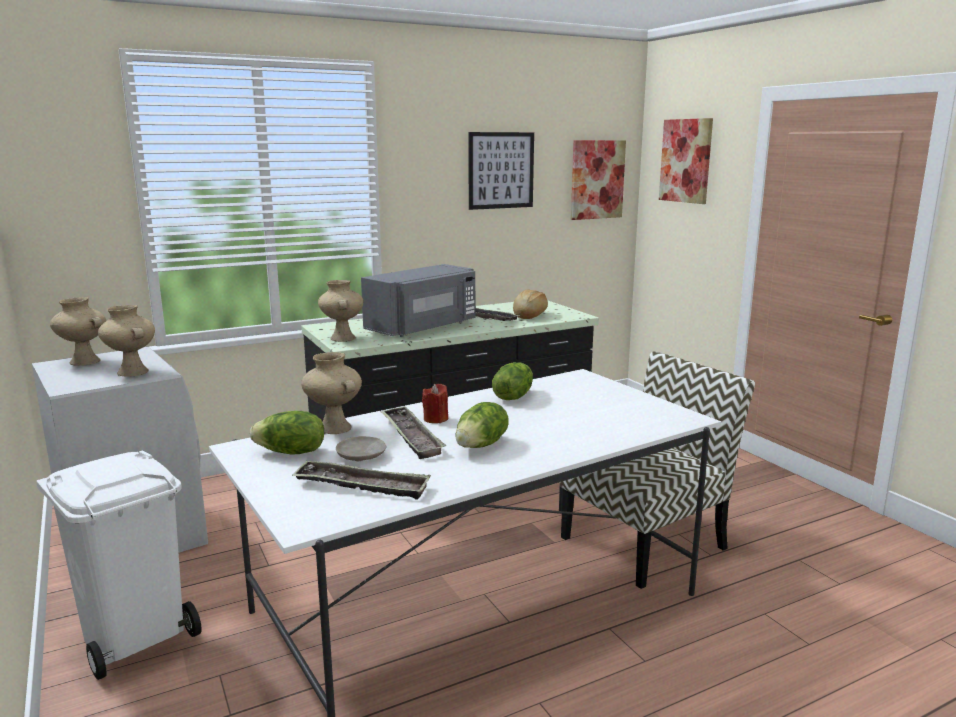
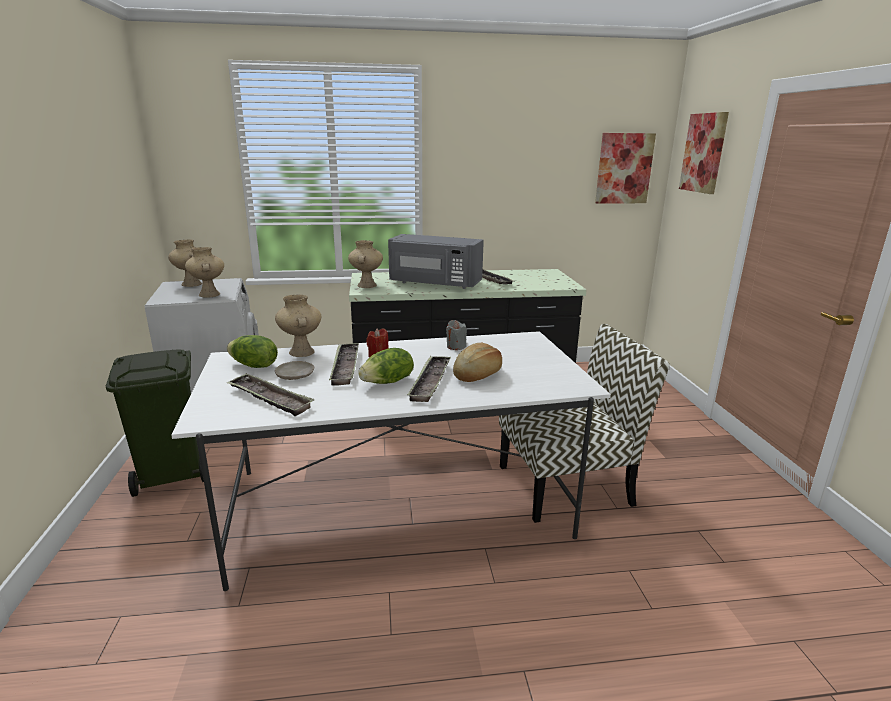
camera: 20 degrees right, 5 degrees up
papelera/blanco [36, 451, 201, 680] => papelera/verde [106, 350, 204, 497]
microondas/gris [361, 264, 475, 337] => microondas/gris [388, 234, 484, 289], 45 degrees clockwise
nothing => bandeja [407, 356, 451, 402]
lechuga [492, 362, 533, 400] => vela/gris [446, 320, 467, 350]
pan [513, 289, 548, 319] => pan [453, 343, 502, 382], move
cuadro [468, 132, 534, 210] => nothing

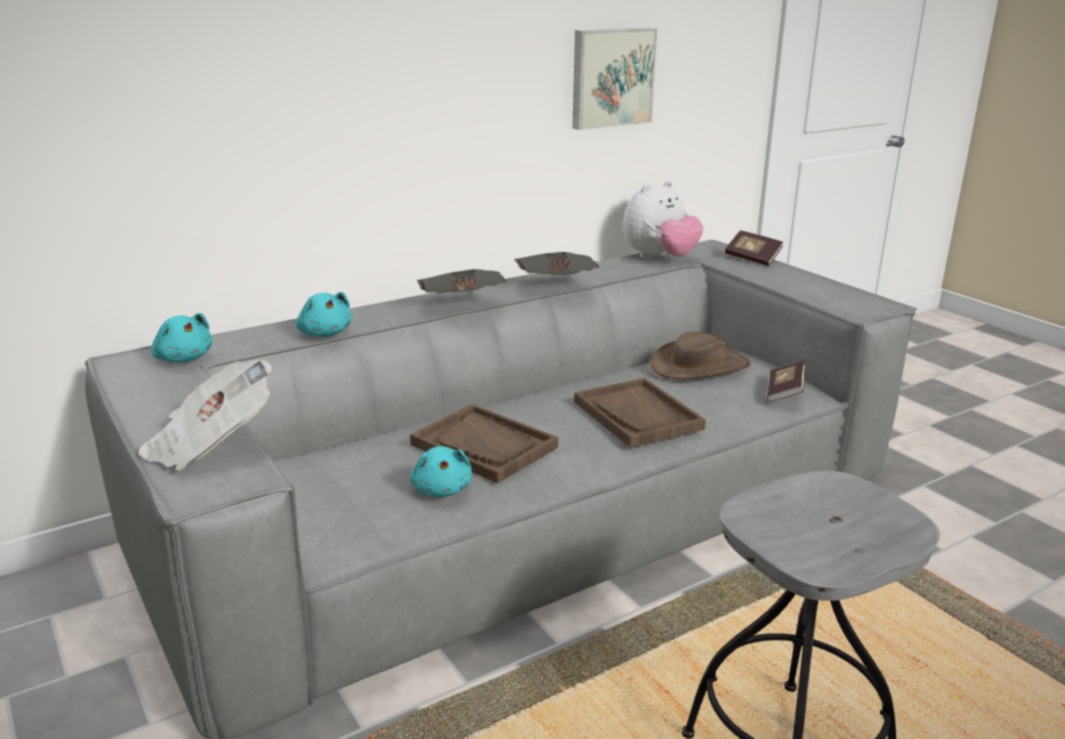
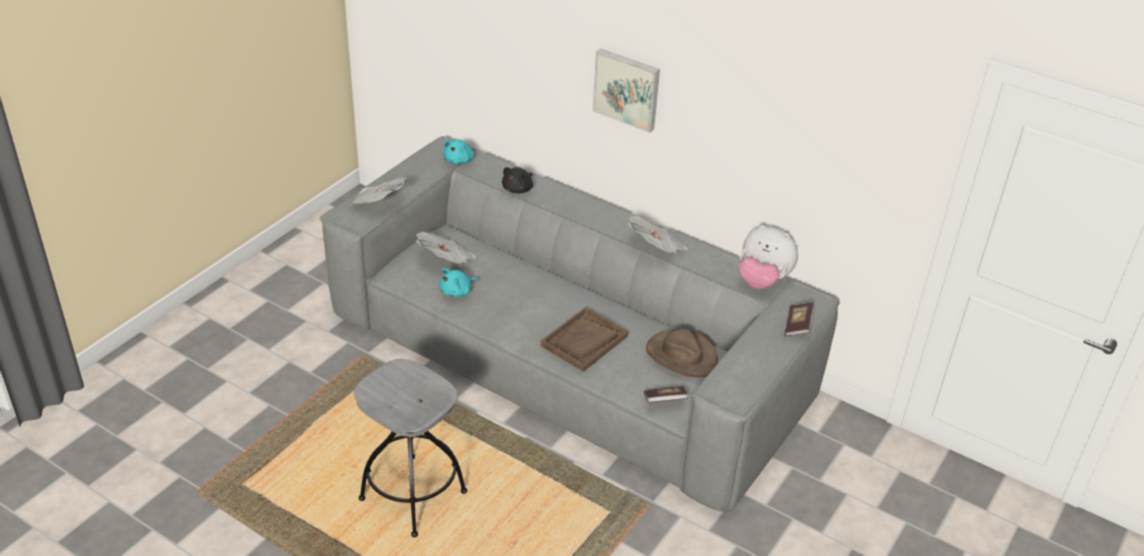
camera: 65 degrees right, 15 degrees up
periódico [416, 269, 506, 293] => periódico [416, 232, 477, 264], move
peluche/turquesa [296, 292, 352, 337] => peluche/negro [502, 167, 533, 193]
cuadro [572, 28, 657, 130] => cuadro [592, 48, 660, 133], move
bandeja/marrón [410, 404, 558, 484] => nothing

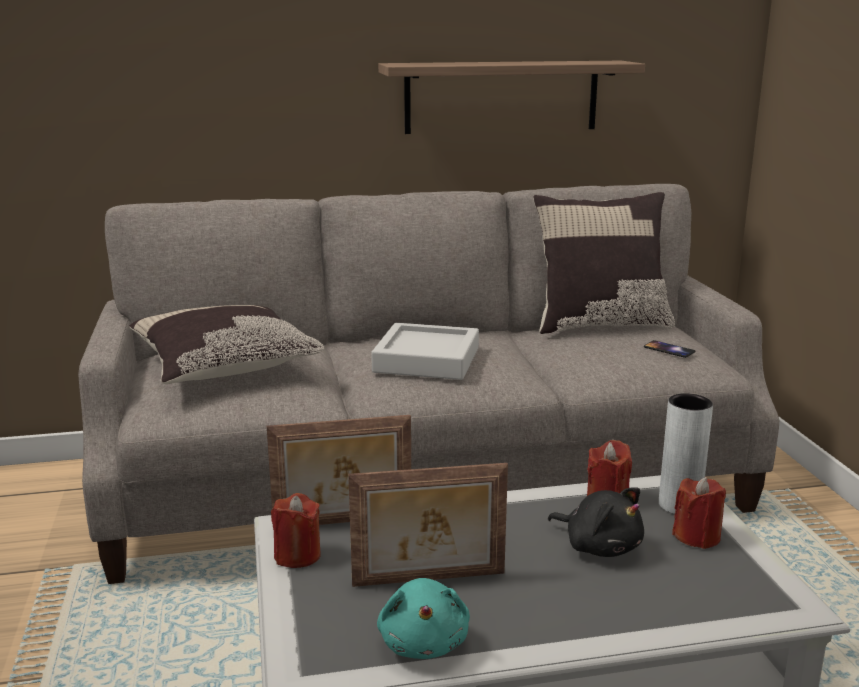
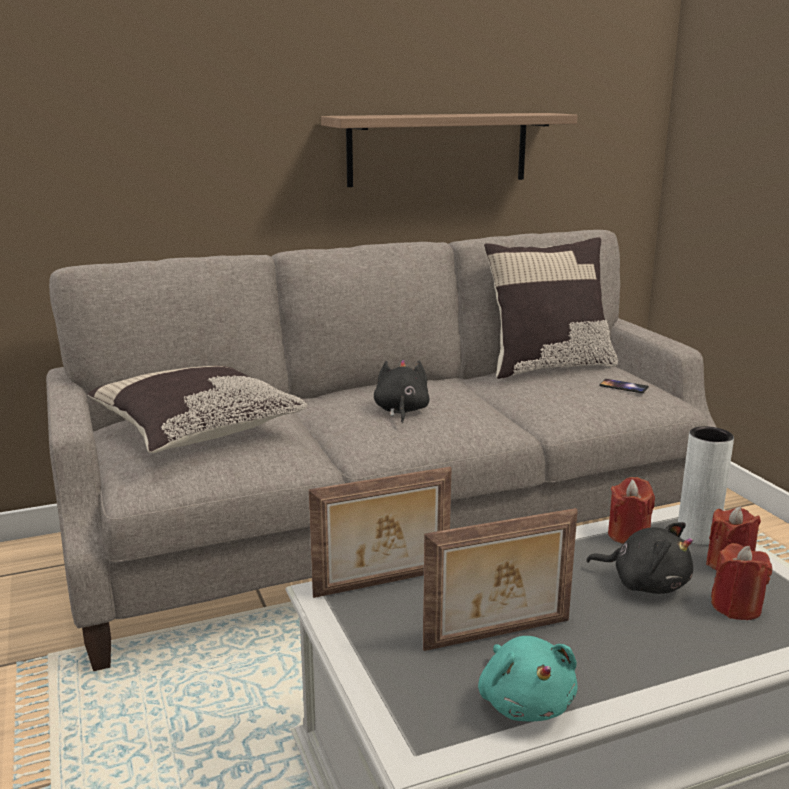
camera: 10 degrees left, 0 degrees up
bandeja/gris [371, 323, 479, 380] => peluche/negro [374, 360, 430, 423]
vela/rojo [271, 493, 321, 568] => vela/rojo [711, 543, 772, 620], move

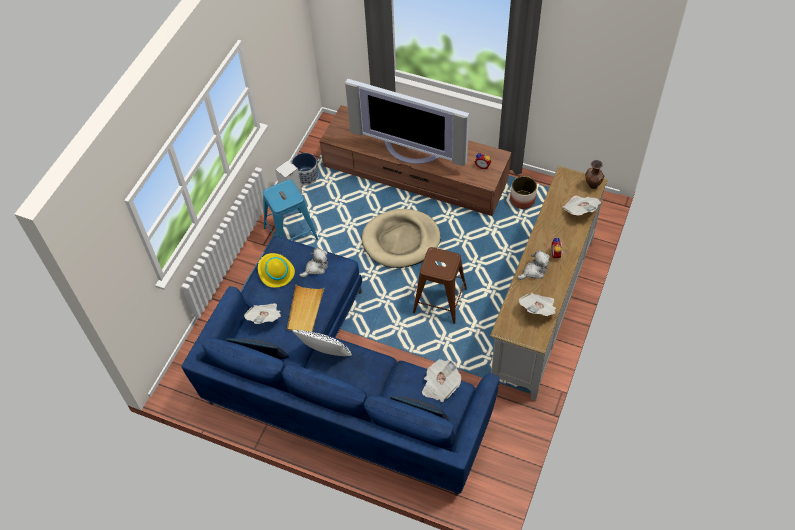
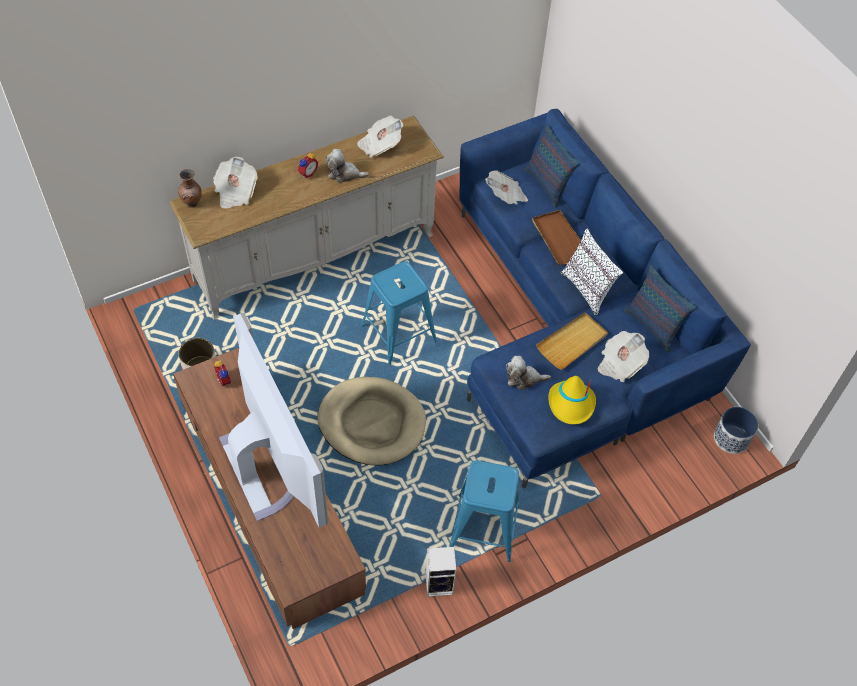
camera: 145 degrees left, 0 degrees up
taburete/marrón [413, 247, 467, 324] => taburete/azul [361, 261, 437, 365]
nothing => bandeja/marrón [532, 210, 581, 265]
maceta [292, 153, 319, 185] => maceta [714, 407, 758, 454], move

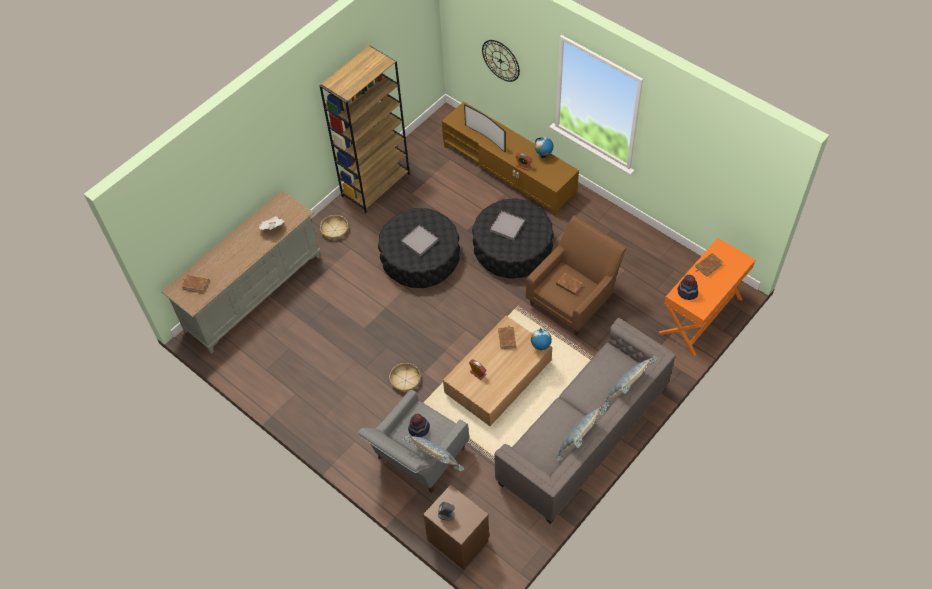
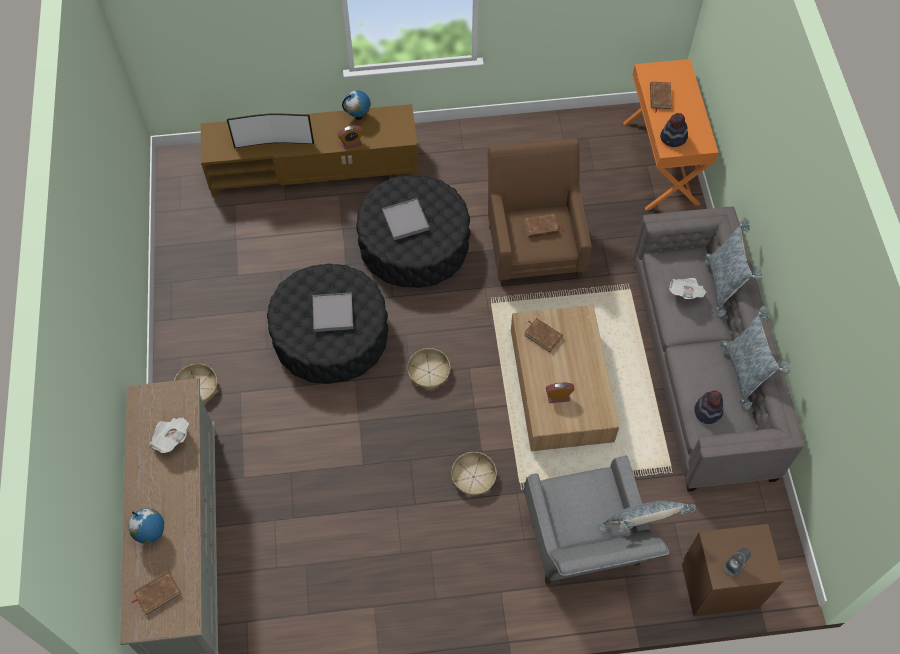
camera: 50 degrees left, 5 degrees up
globo terráqueo [531, 328, 552, 350] => globo terráqueo [129, 508, 164, 544], move
nothing => cesta [407, 348, 450, 390]
nothing => periódico [669, 278, 707, 299]
sombrero [408, 414, 430, 437] => sombrero [694, 391, 723, 424], move
estantería/marrón [320, 46, 410, 213] => nothing
reloj de pared [482, 40, 520, 82] => nothing

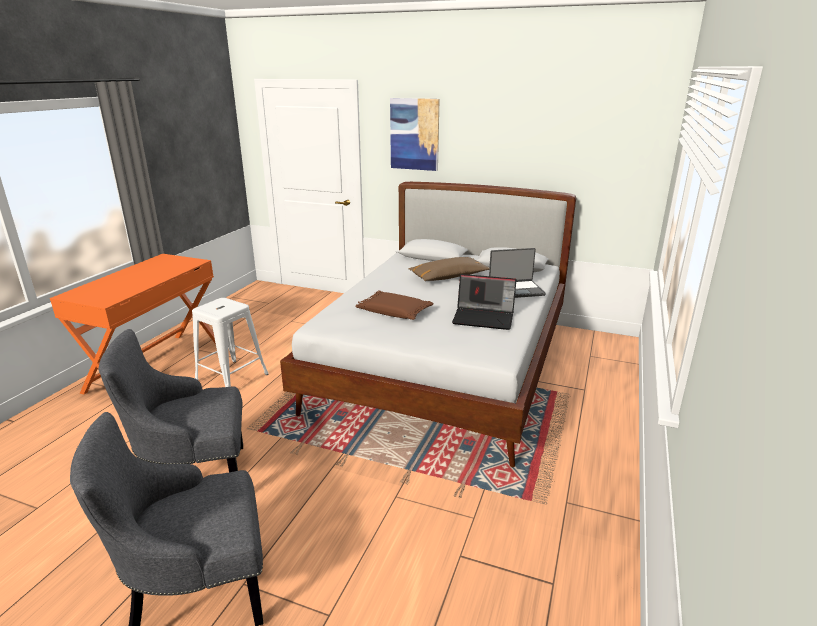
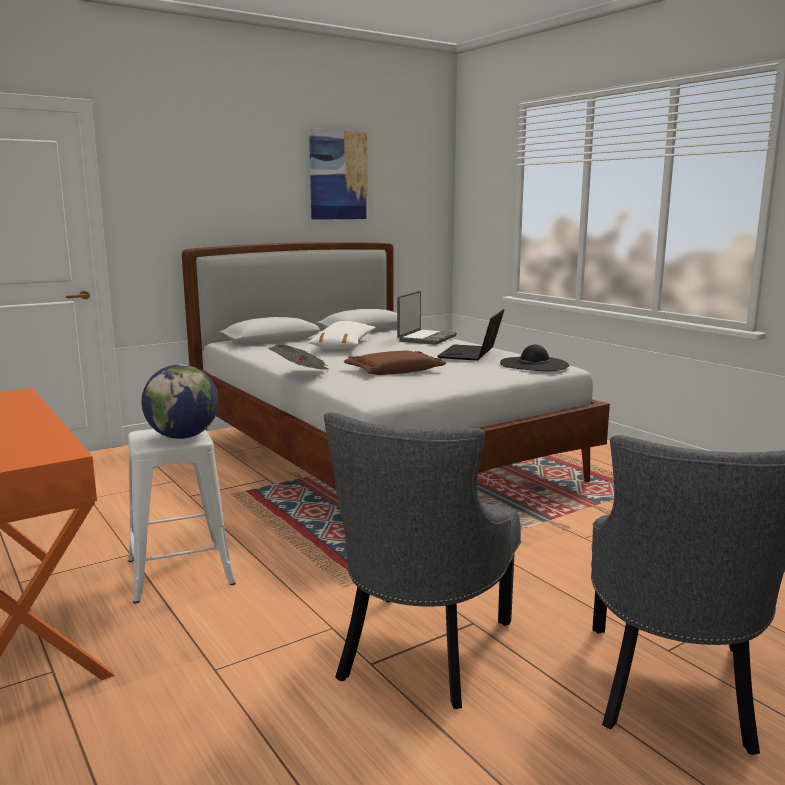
camera: 55 degrees left, 10 degrees down
nothing => globo terráqueo [141, 364, 219, 439]
nothing => periódico [268, 345, 329, 370]
cojín/marrón [409, 257, 489, 281] => cojín/blanco [308, 321, 376, 349]
cuadro [390, 98, 440, 171] => cuadro [309, 128, 368, 220], move
portátil [452, 274, 517, 330] => portátil [437, 309, 504, 361], 150 degrees clockwise
nothing => sombrero/negro [500, 345, 569, 371]

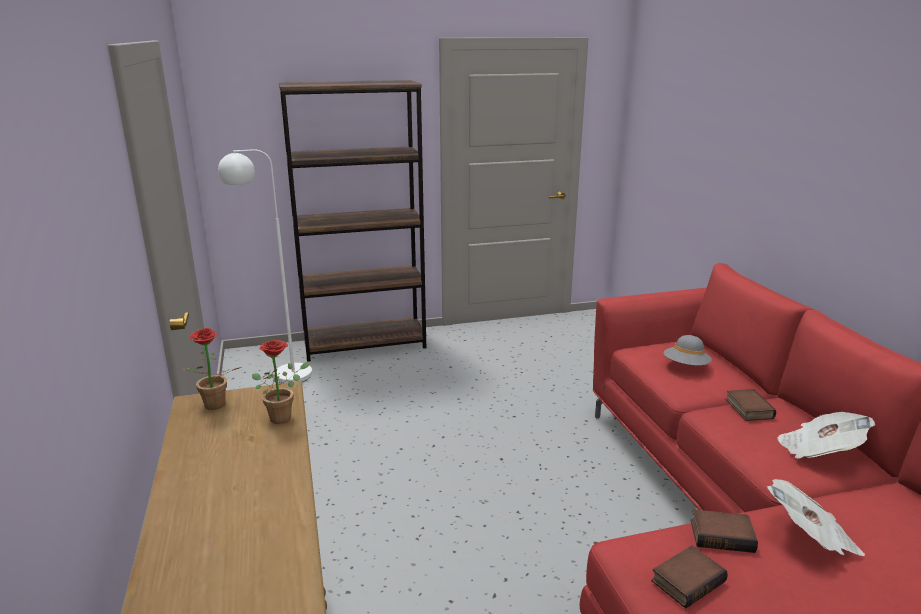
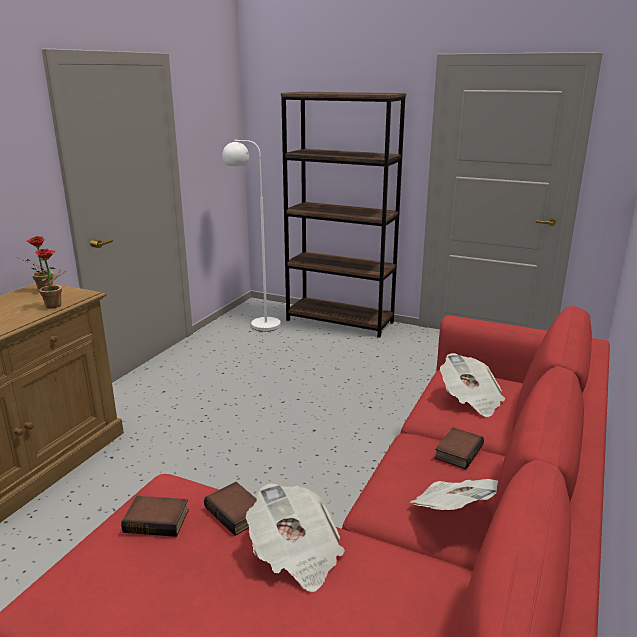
camera: 40 degrees right, 0 degrees up
sombrero/gris [664, 335, 712, 366] => periódico [440, 353, 505, 417]

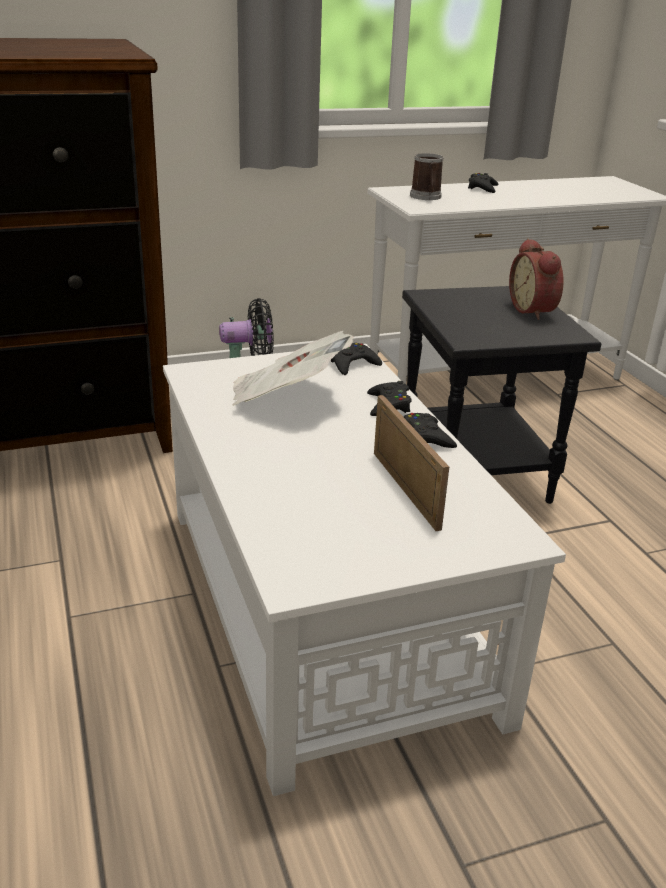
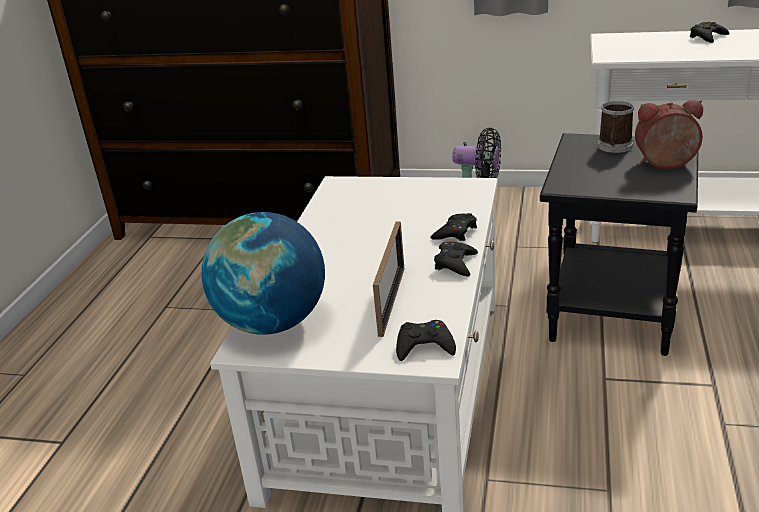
camera: 35 degrees right, 0 degrees up
nothing => globo terráqueo [201, 212, 325, 335]
mando de consola/negro [330, 343, 382, 375] => mando de consola/negro [396, 320, 456, 361], move
taza grande [410, 153, 443, 200] => taza grande [598, 101, 634, 153], move
despertador [509, 238, 564, 320] => despertador [635, 100, 703, 169], 75 degrees clockwise
periódico [232, 331, 353, 406] => nothing

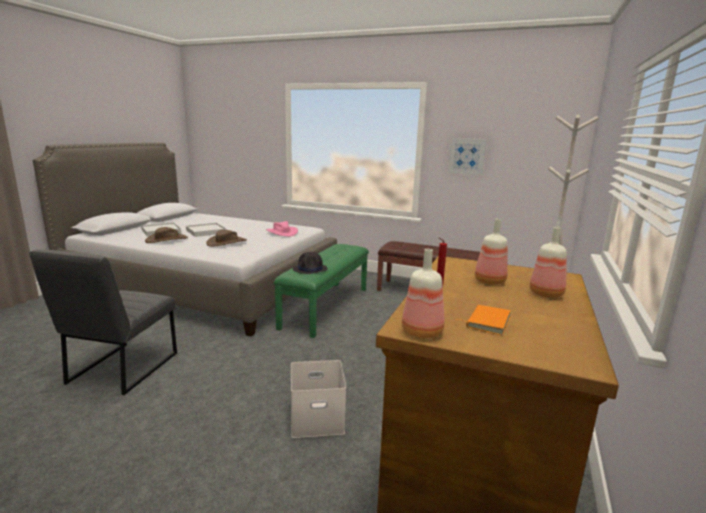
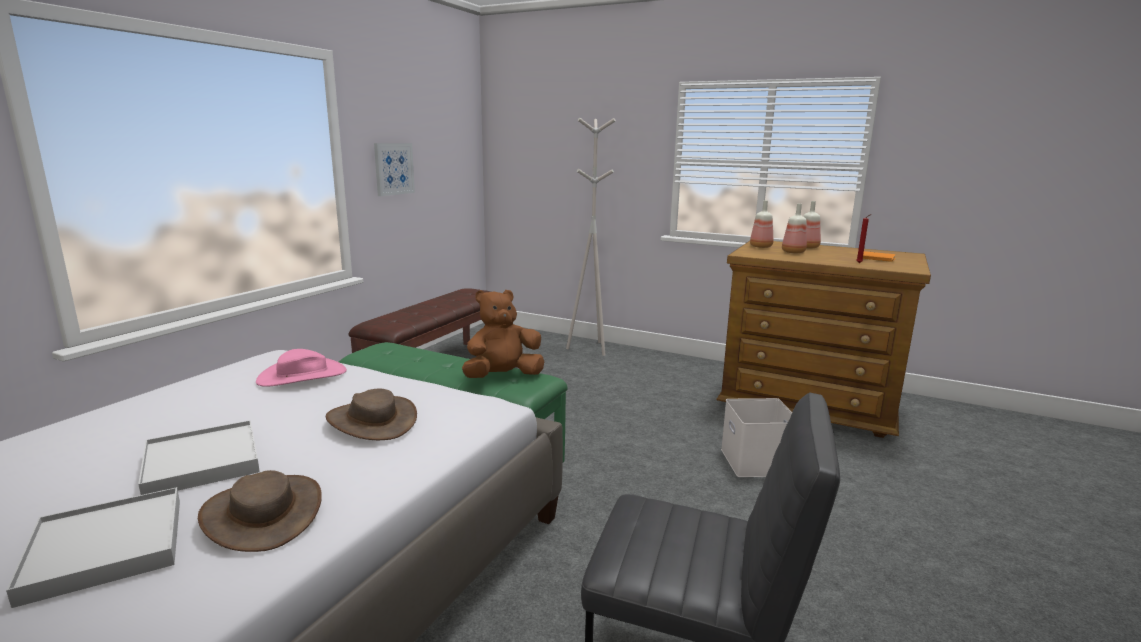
camera: 85 degrees left, 0 degrees up
sombrero/negro [293, 252, 328, 274] => peluche/marrón [462, 290, 544, 378]
botella [402, 249, 445, 338] => botella [750, 200, 773, 248], move

